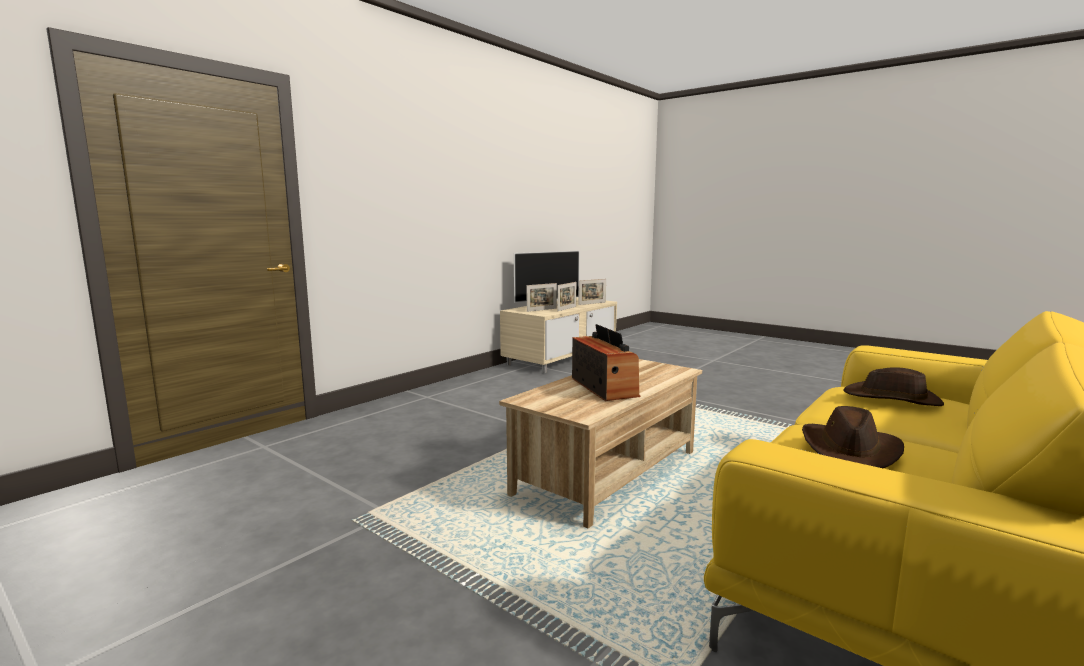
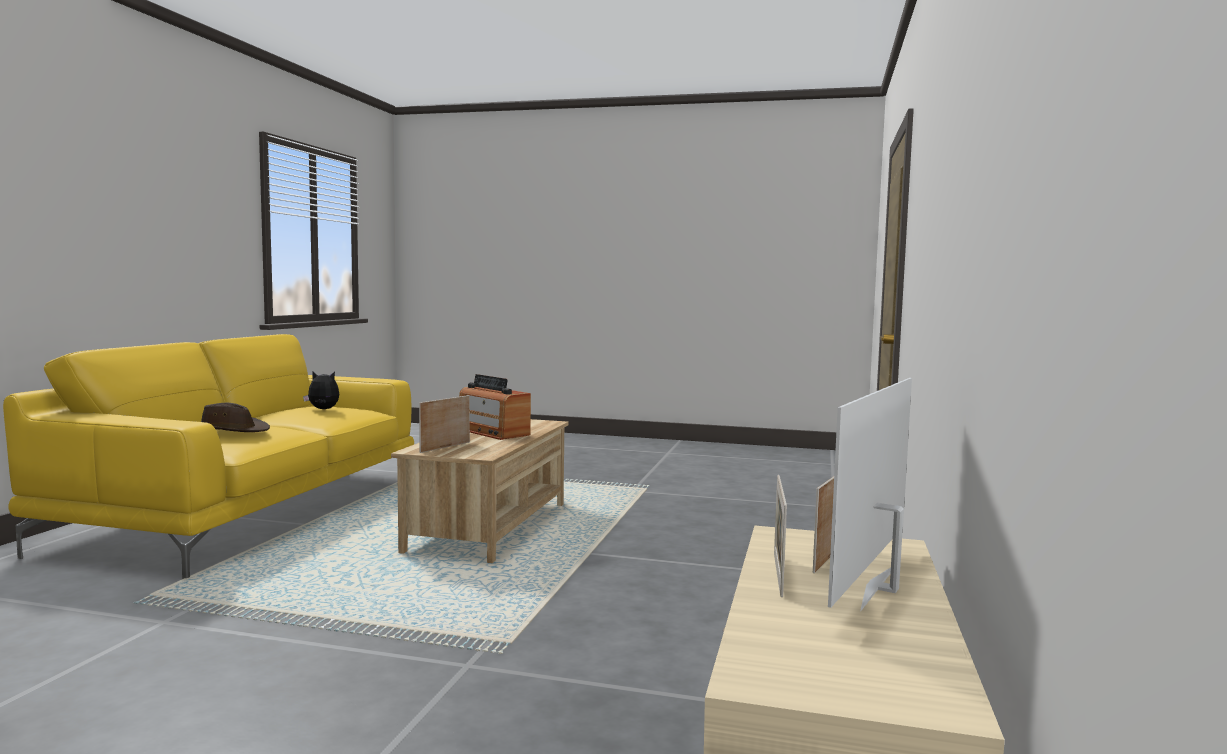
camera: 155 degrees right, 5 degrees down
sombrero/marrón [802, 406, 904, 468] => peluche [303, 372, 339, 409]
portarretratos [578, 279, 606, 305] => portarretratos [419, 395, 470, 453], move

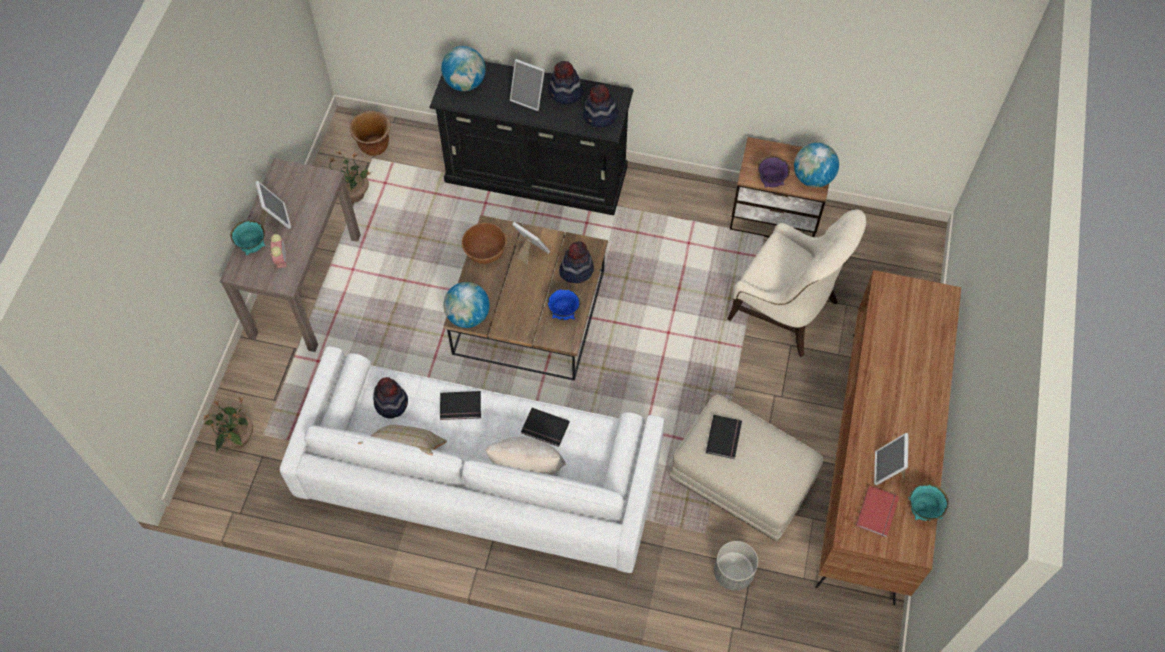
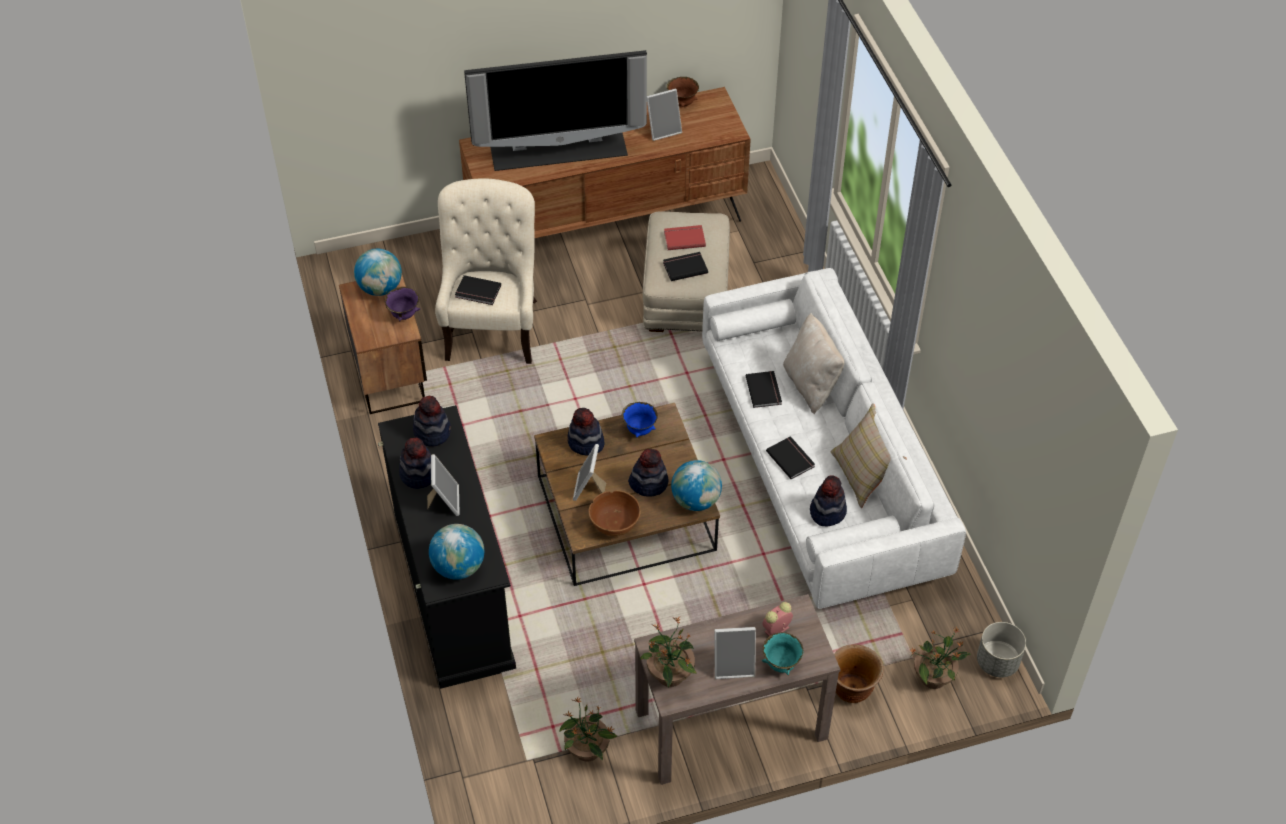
camera: 120 degrees left, 10 degrees down
nothing => libro/negro [455, 275, 501, 305]
nothing => televisor [464, 50, 647, 171]
nothing => sombrero [628, 449, 669, 497]
nothing => planta en maceta [640, 617, 697, 688]
libro/rojo [856, 486, 899, 537] => libro/rojo [664, 225, 706, 250], move
cuenco/turquesa [908, 484, 948, 521] => cuenco/marrón [667, 77, 699, 107]
portarretratos [255, 181, 291, 229] => portarretratos [715, 627, 756, 679], 135 degrees counterclockwise
maceta/marrón [349, 111, 391, 156] => maceta/marrón [834, 644, 884, 703], move
maceta/gris [714, 541, 758, 591] => maceta/gris [977, 622, 1026, 677], move

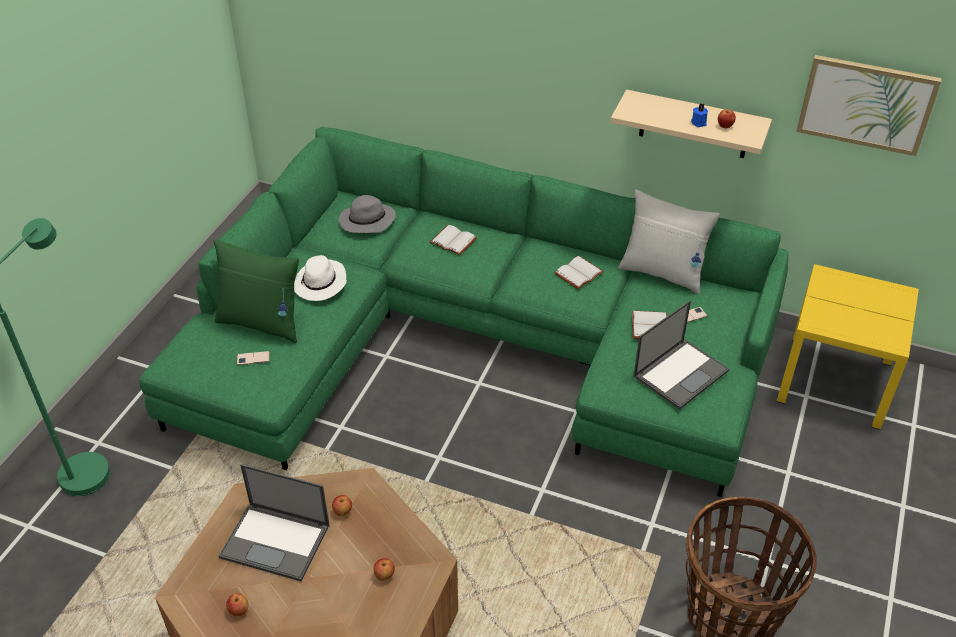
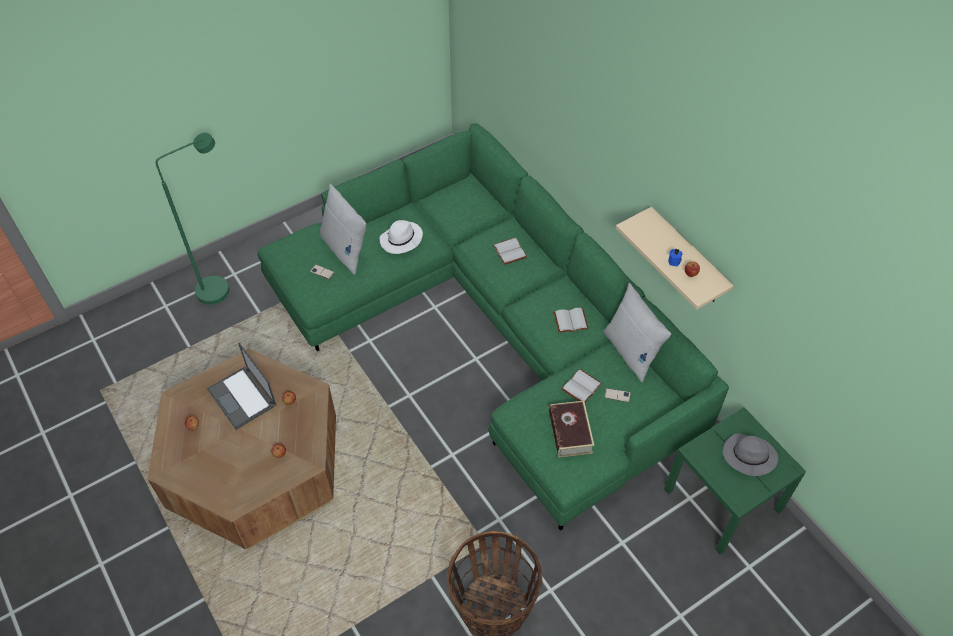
camera: 35 degrees right, 10 degrees up
cojín/verde [214, 239, 299, 343] => cojín/gris [320, 184, 366, 275]
portátil [633, 300, 729, 410] => libro [549, 401, 594, 458]
mesa auxiliar/amarillo [777, 264, 919, 430] => mesa auxiliar/verde [664, 407, 806, 554]
sombrero/gris [339, 195, 395, 233] => sombrero/gris [723, 434, 778, 476], move
cuadro [796, 55, 942, 156] => nothing

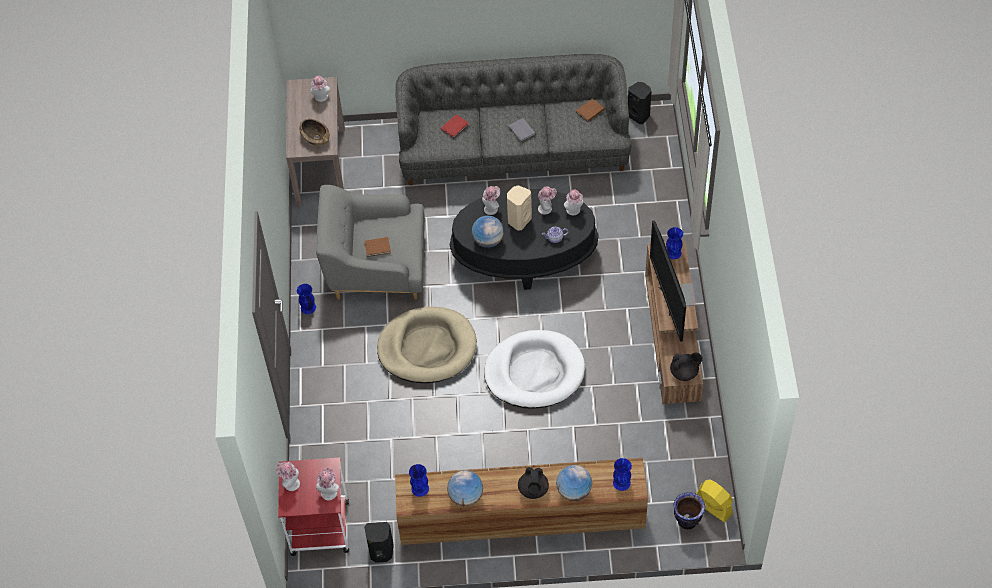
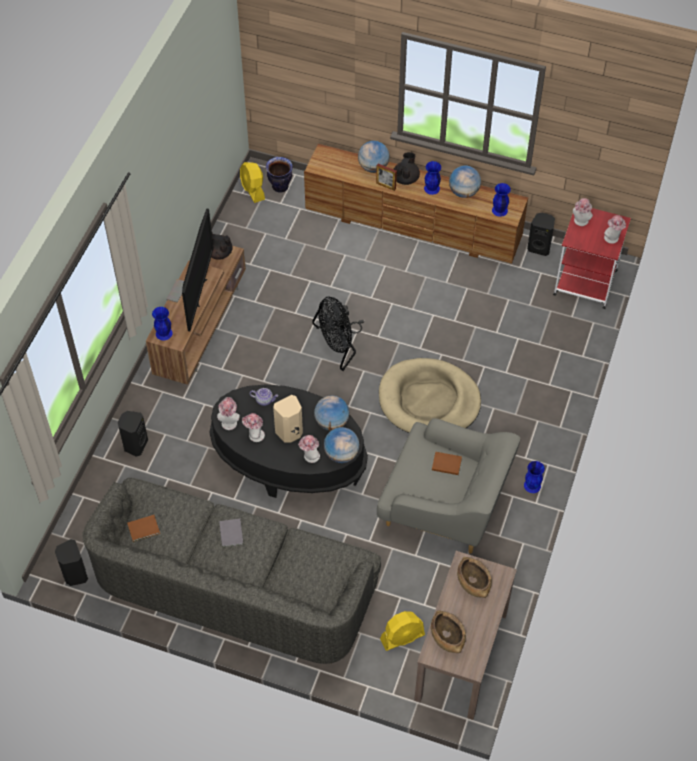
camera: 160 degrees left, 0 degrees up
nothing => altavoz/negro [118, 411, 148, 457]
cama para perro/blanco [484, 330, 585, 409] => ventilador/negro [312, 297, 365, 371]
nothing => globo terráqueo [324, 427, 360, 463]
nothing => portarretratos [376, 164, 397, 191]
nothing => ventilador/amarillo [380, 611, 425, 651]
florero/azul [613, 458, 632, 491] => florero/azul [424, 161, 441, 195], move
sombrero [310, 76, 330, 102] => cuenco/marrón [431, 610, 466, 653]
libro/rojo [441, 114, 469, 138] => nothing

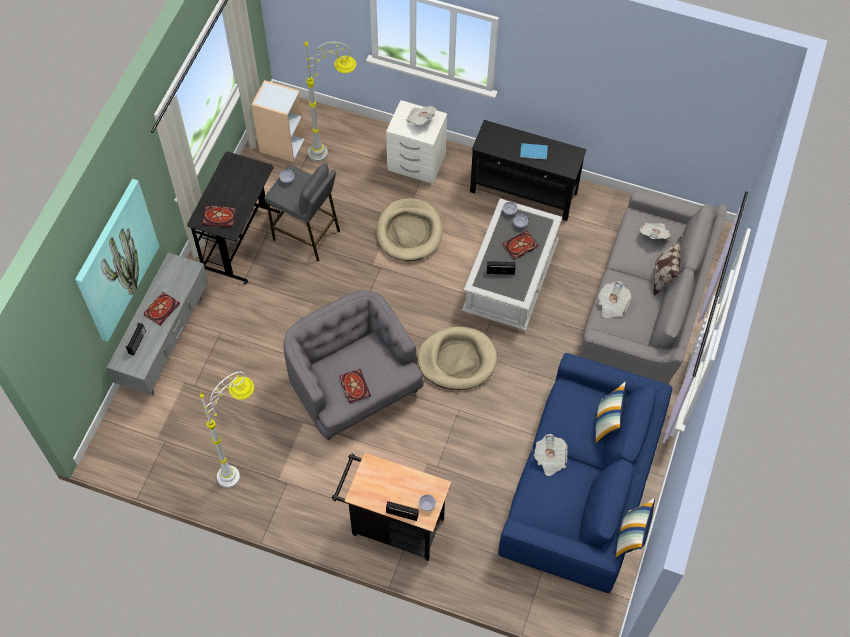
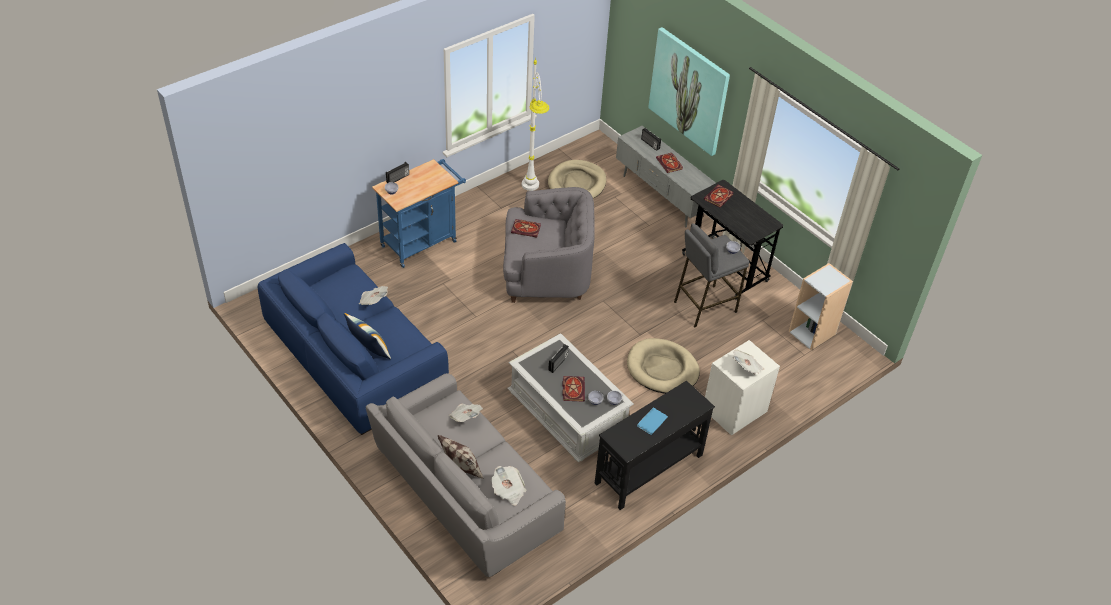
camera: 120 degrees right, 15 degrees down
carrito/negro [332, 453, 451, 561] => carrito/azul [372, 159, 466, 268]
cama para perro/beis [418, 326, 497, 390] => cama para perro/beis [548, 160, 606, 198], move
lámpara de pie/gris [304, 42, 357, 162] => nothing
cojín [616, 498, 655, 559] => nothing

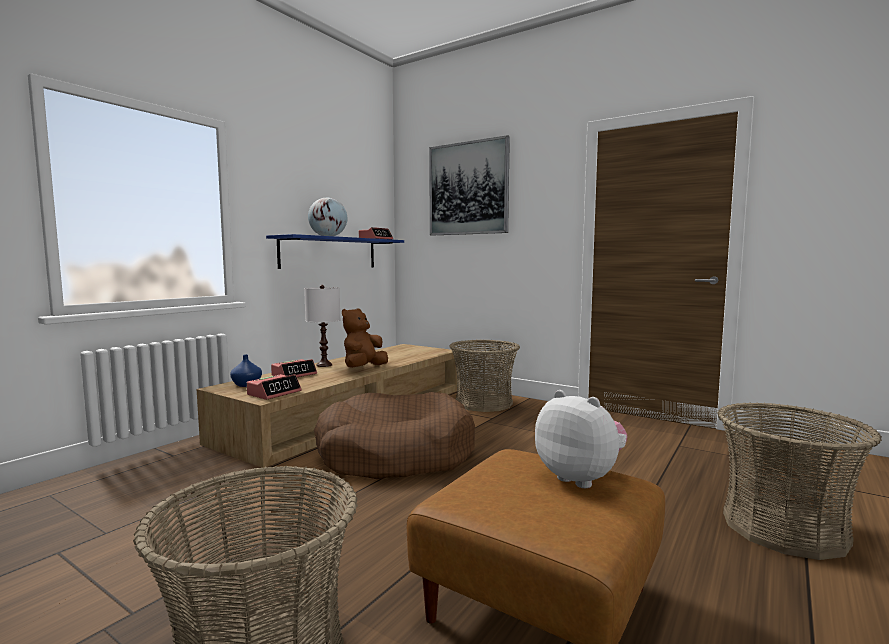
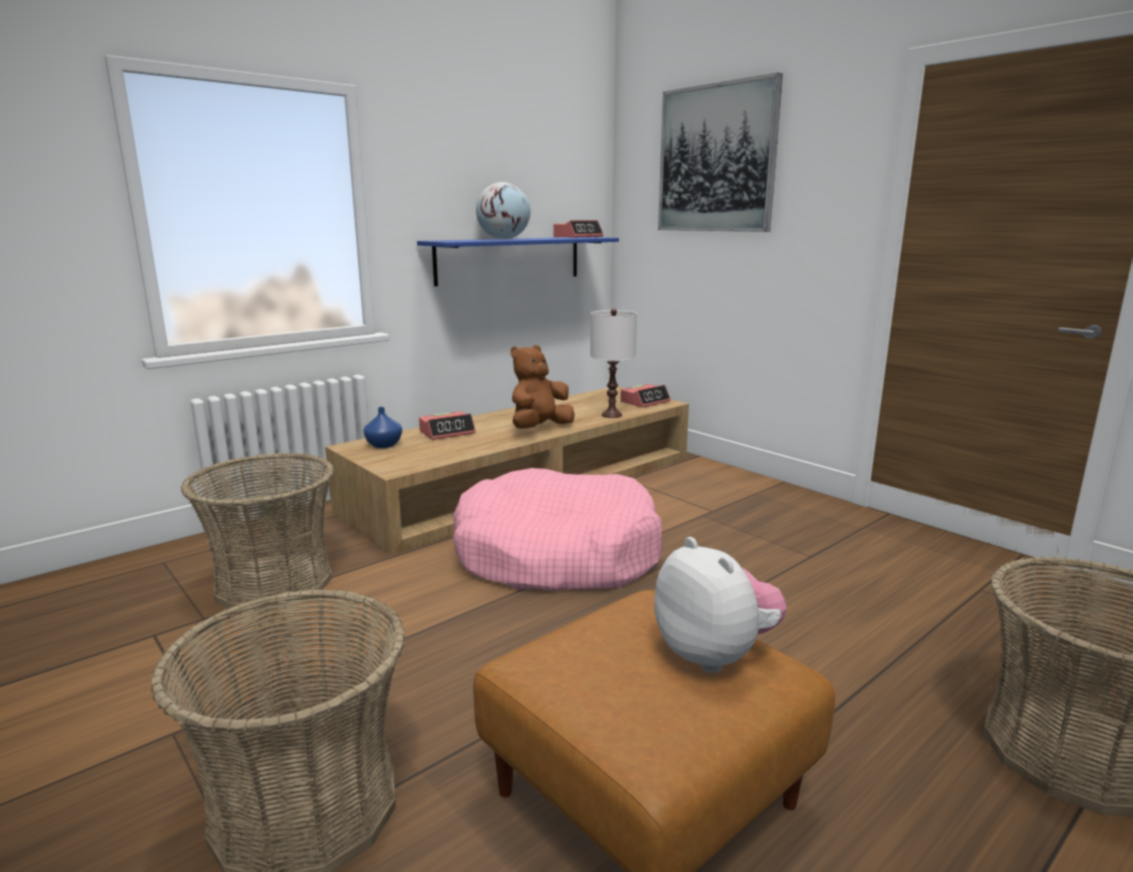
camera: 15 degrees right, 10 degrees up
cesta [449, 340, 520, 412] => cesta [181, 453, 334, 612], move
cama para perro/marrón [314, 392, 475, 479] => cama para perro/rosa [453, 468, 663, 590]
lámpara de mesa/blanco [304, 285, 340, 367] => lámpara de mesa/blanco [590, 309, 637, 418], move
despertador [247, 374, 302, 400] => despertador [620, 384, 671, 407], move

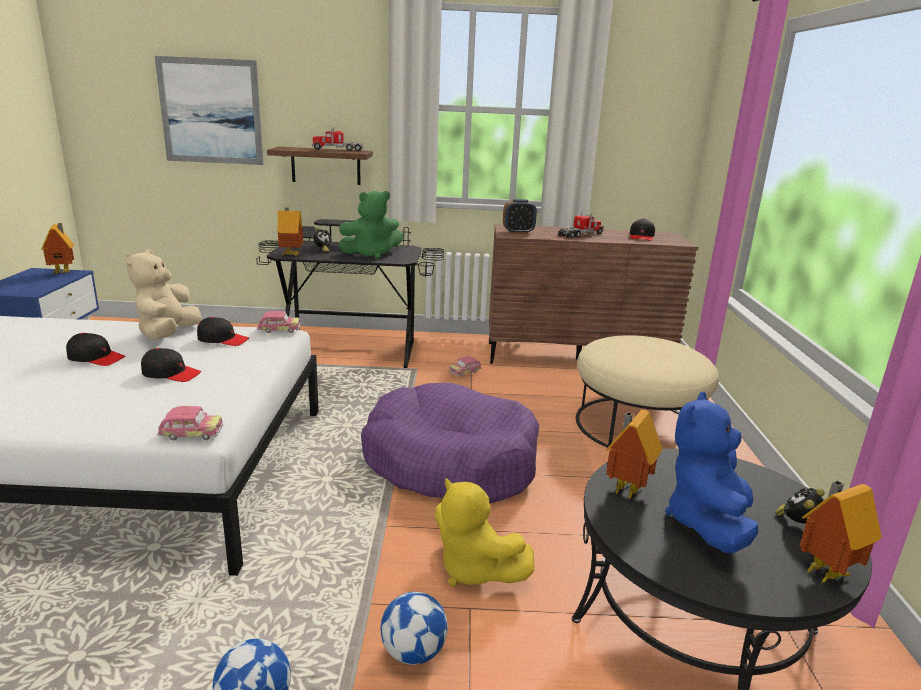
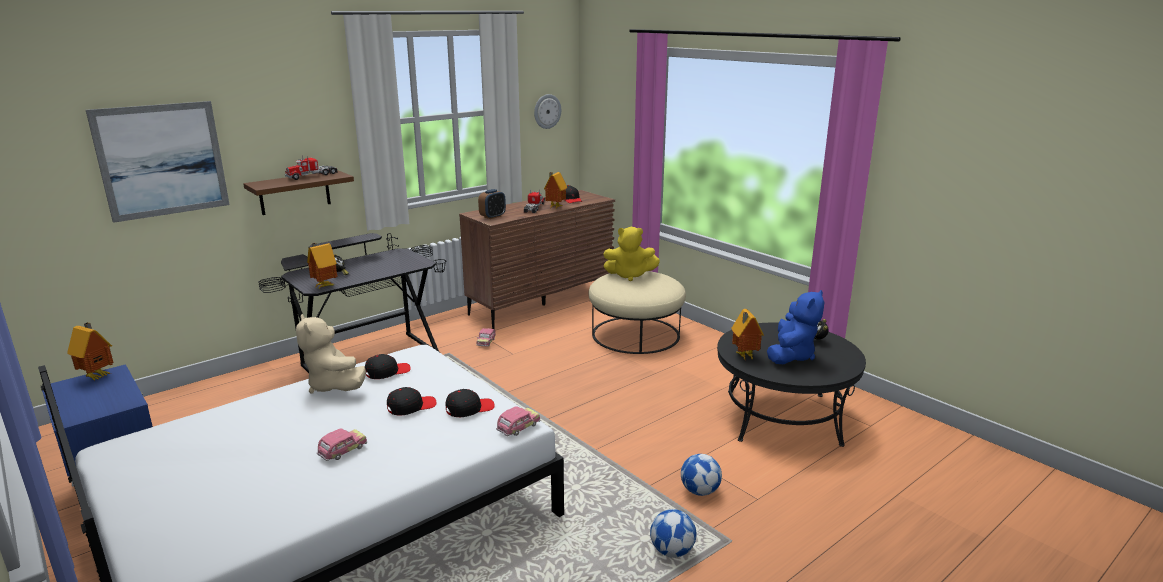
camera: 40 degrees left, 0 degrees up
coche de juguete [257, 311, 300, 333] => coche de juguete [317, 428, 367, 461], move
gorra/negro [66, 333, 126, 366] => gorra/negro [445, 389, 495, 417], move
nothing => reloj de pared [534, 94, 561, 129]
casita [800, 480, 882, 584] => casita [544, 172, 567, 209], move
peluche/amarillo [435, 478, 535, 587] => peluche/amarillo [603, 227, 660, 281], move
peluche/azul [665, 392, 758, 554] => peluche/azul [767, 290, 825, 364], 135 degrees counterclockwise
peluche/verde [338, 191, 404, 259] => nothing
cama para perro/morado [361, 382, 539, 504] => nothing

